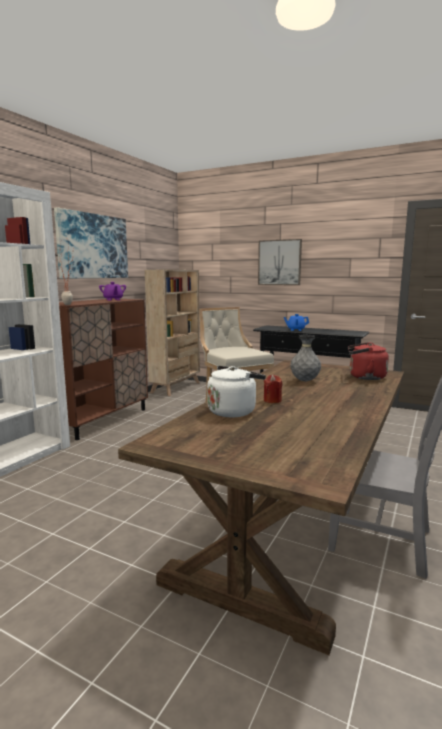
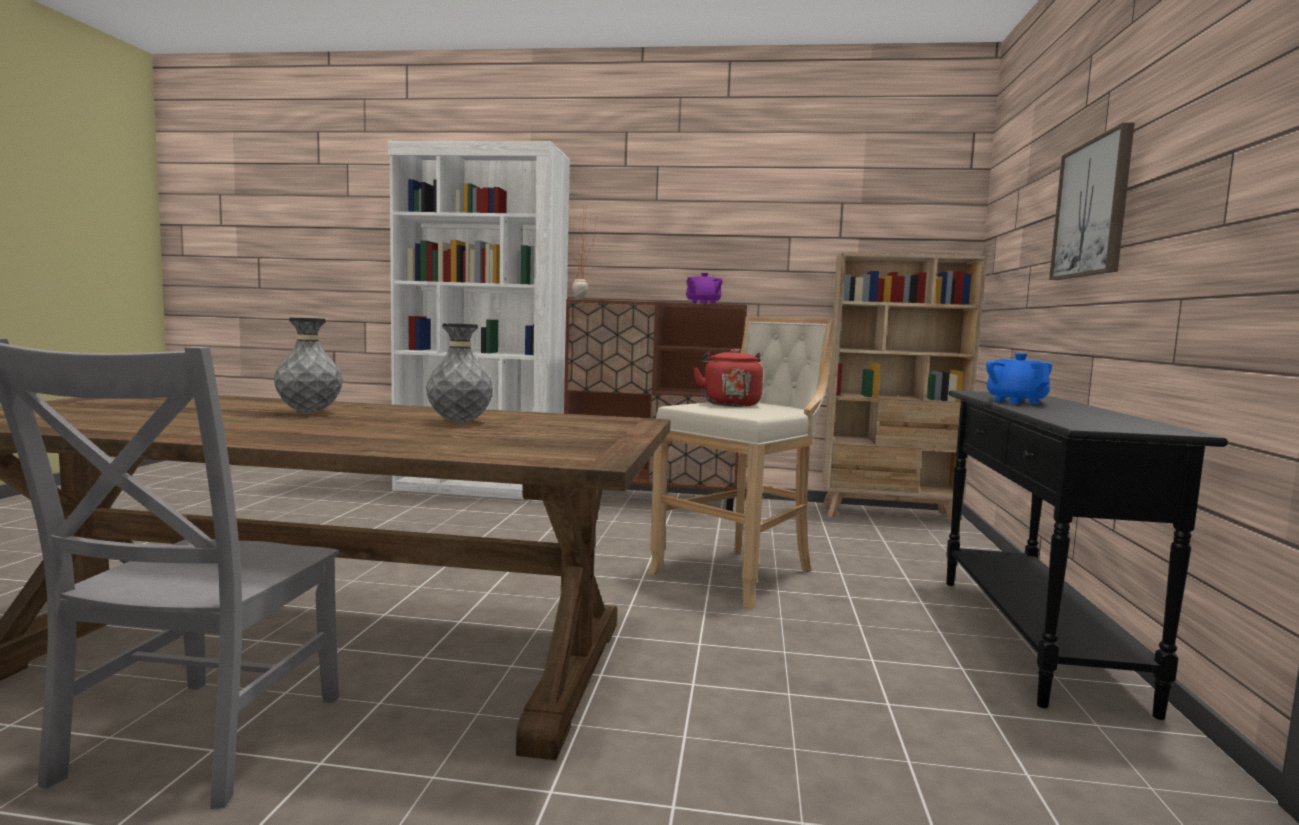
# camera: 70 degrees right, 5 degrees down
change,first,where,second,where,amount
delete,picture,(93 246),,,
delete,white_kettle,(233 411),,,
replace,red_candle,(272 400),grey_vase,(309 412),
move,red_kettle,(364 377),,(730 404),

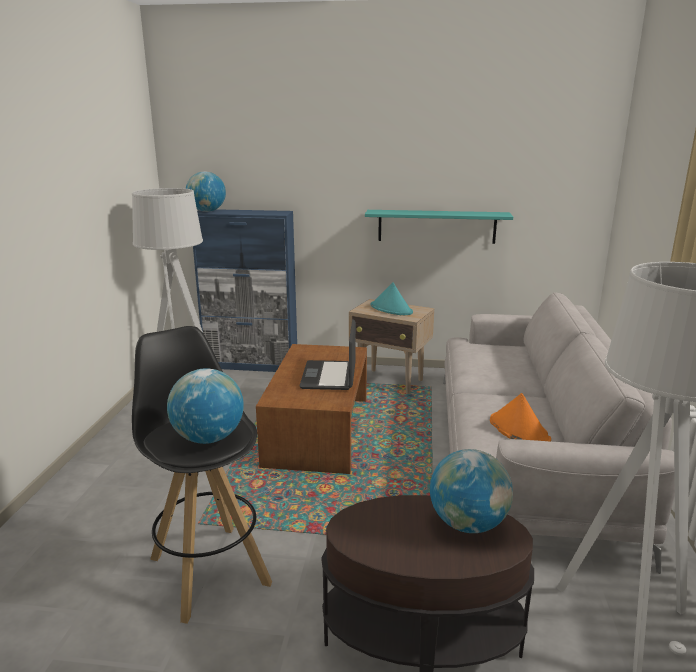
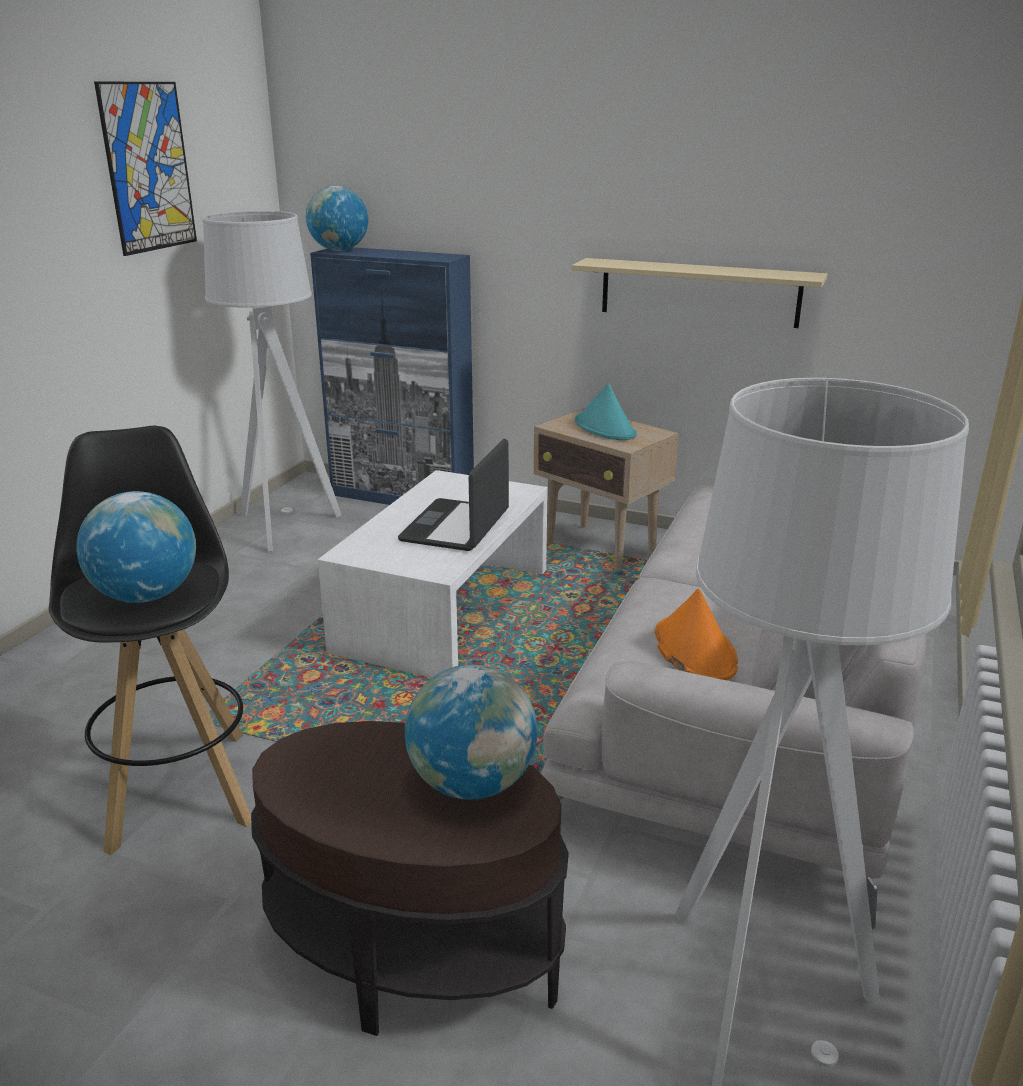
# camera: 15 degrees right, 5 degrees up
change,first,where,second,where,amount
recolor,brown_coffee_table,(319 430),white_coffee_table,(446 610),
recolor,turquoise_shelf,(436 226),beige_shelf,(699 292),
insert,,,picture,(148 167),

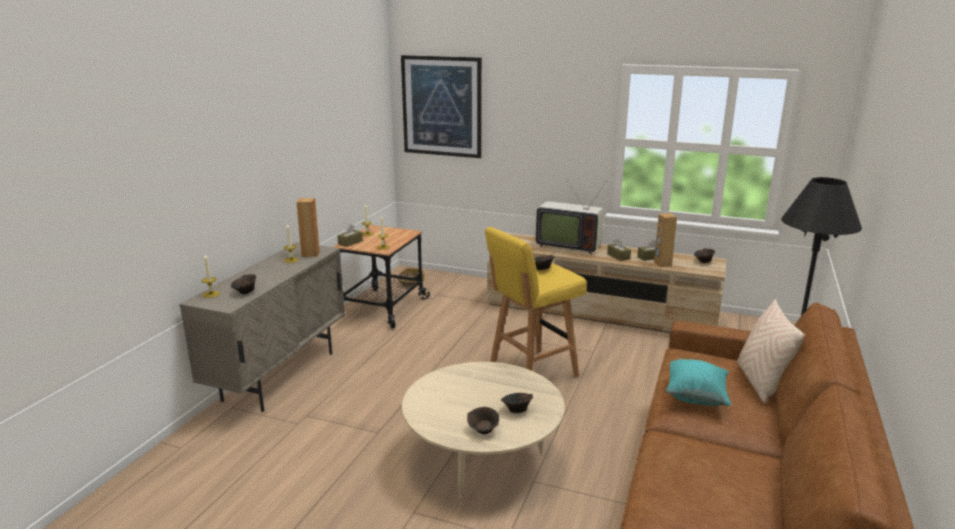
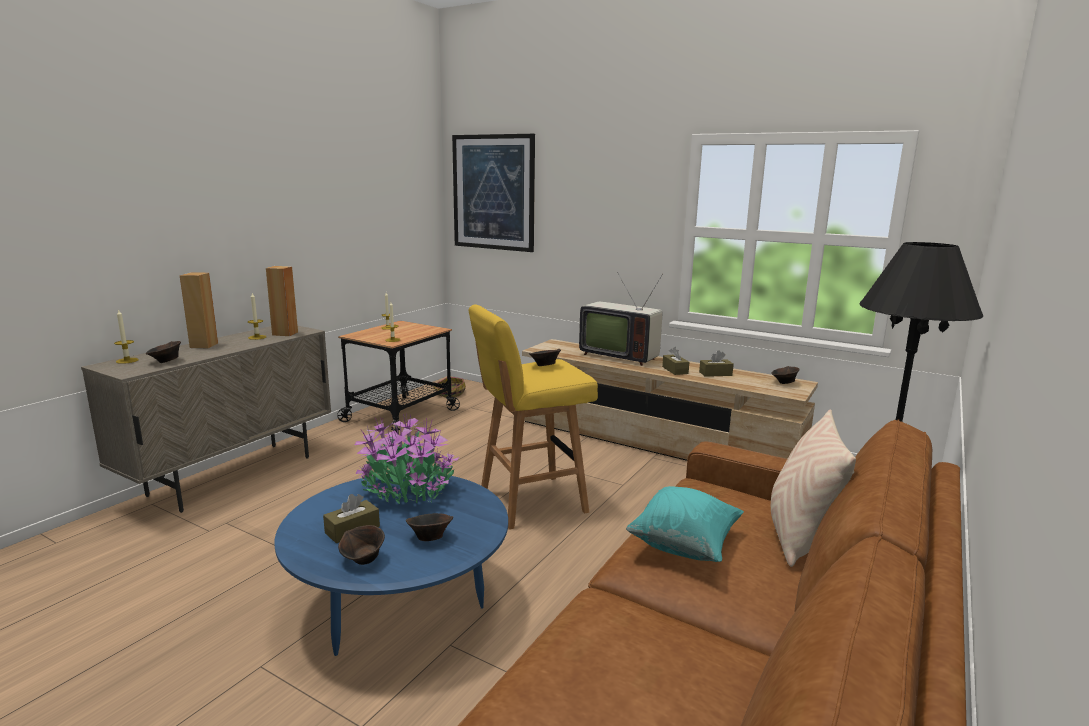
# camera: 10 degrees right, 5 degrees down
change,first,where,second,where,amount
move,brown_tissue_box,(350 242),,(352 530),
recolor,beige_coffee_table,(483 460),blue_coffee_table,(400 605),
move,brown_speaker,(662 264),,(203 345),
insert,,,potted_plant,(407 490),

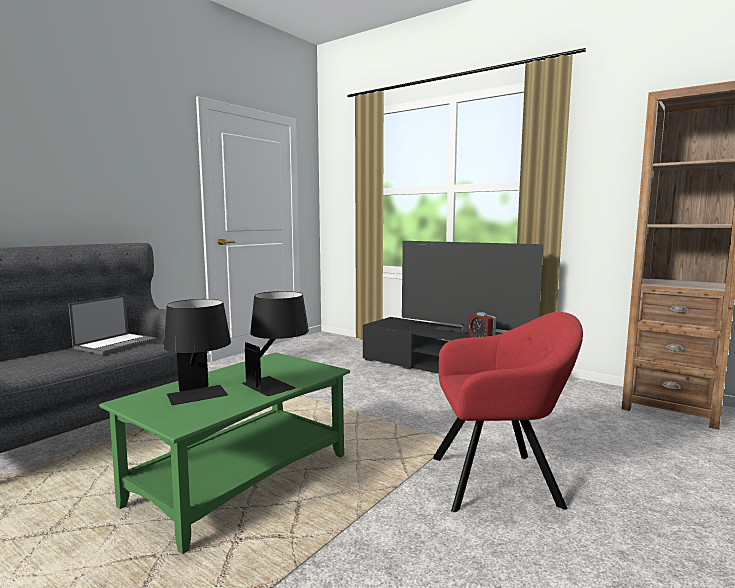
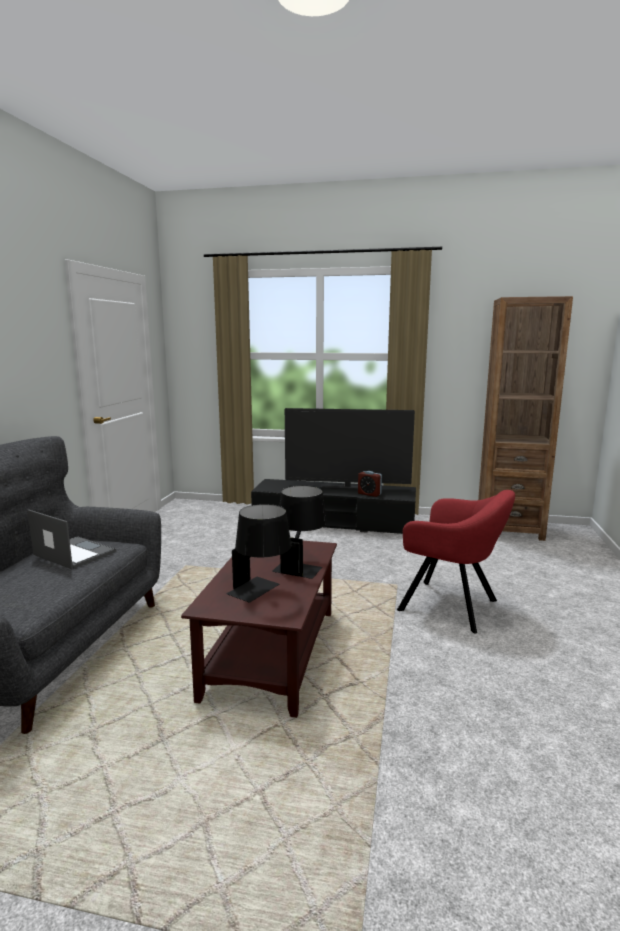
# camera: 25 degrees left, 5 degrees up
change,first,where,second,where,amount
rotate,laptop,(117 344),,(73 553),60 degrees counterclockwise
recolor,green_coffee_table,(242 479),brown_coffee_table,(271 652),
rotate,red_armchair,(500 480),,(452 606),60 degrees clockwise

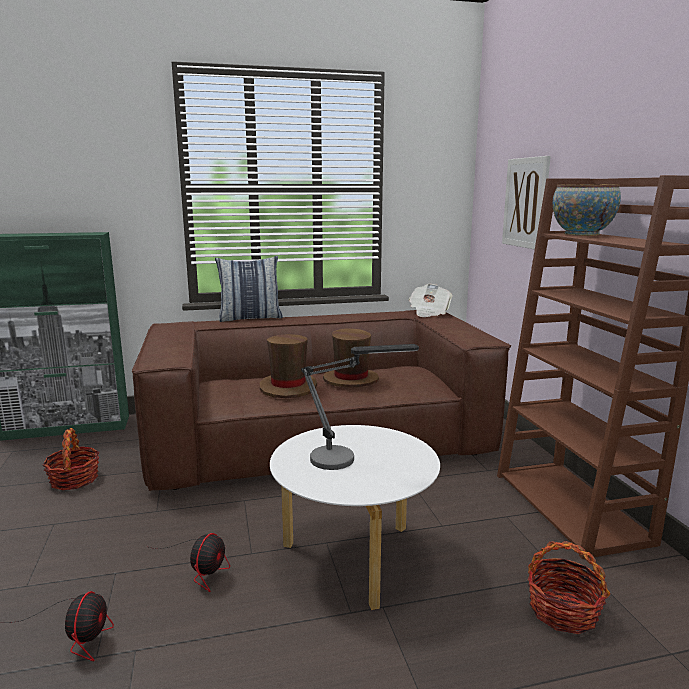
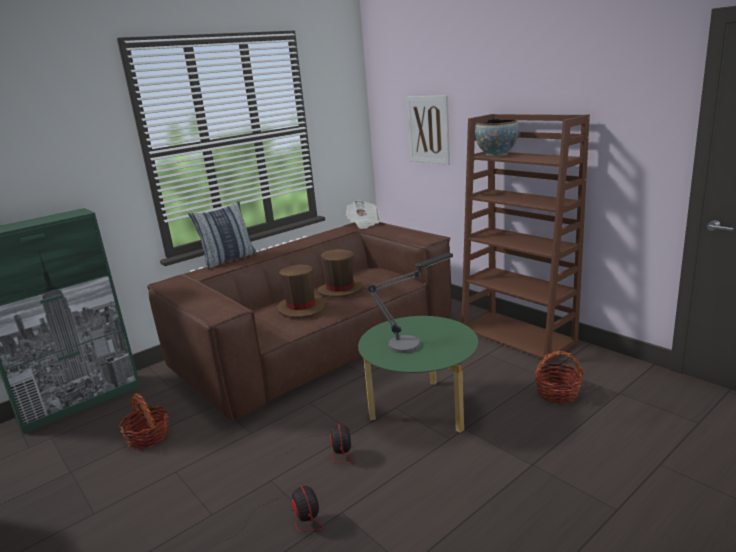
# camera: 25 degrees left, 5 degrees up
change,first,where,second,where,amount
recolor,white_coffee_table,(354 557),green_coffee_table,(421 409),

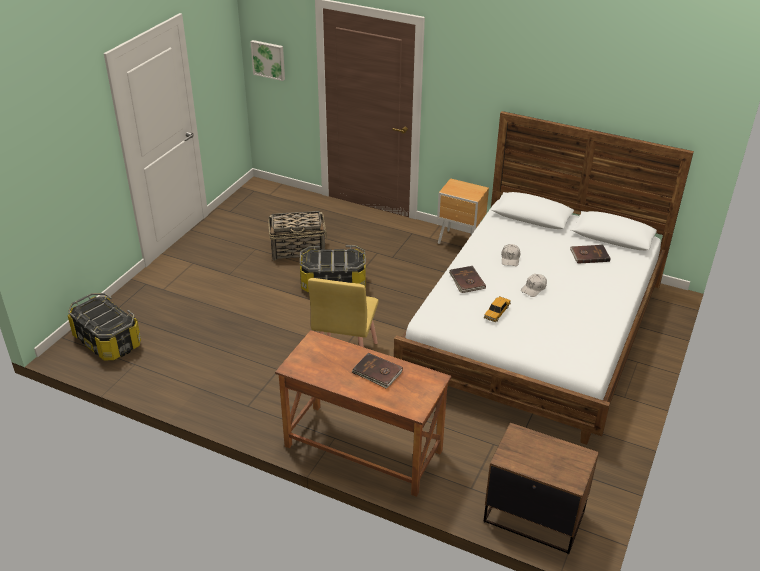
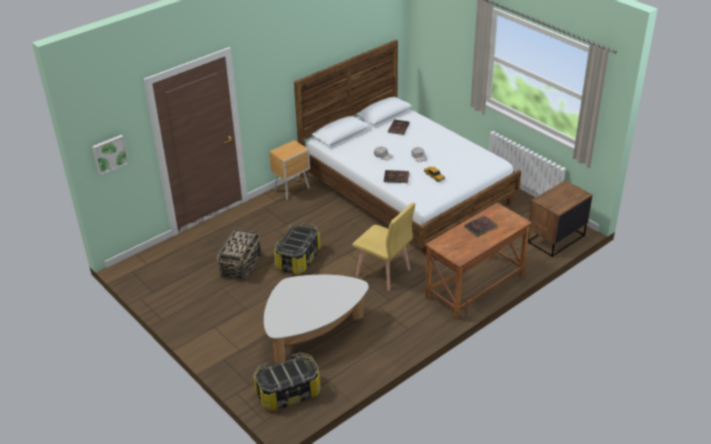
# camera: 65 degrees left, 0 degrees up
change,first,where,second,where,amount
insert,,,white_coffee_table,(313 332),

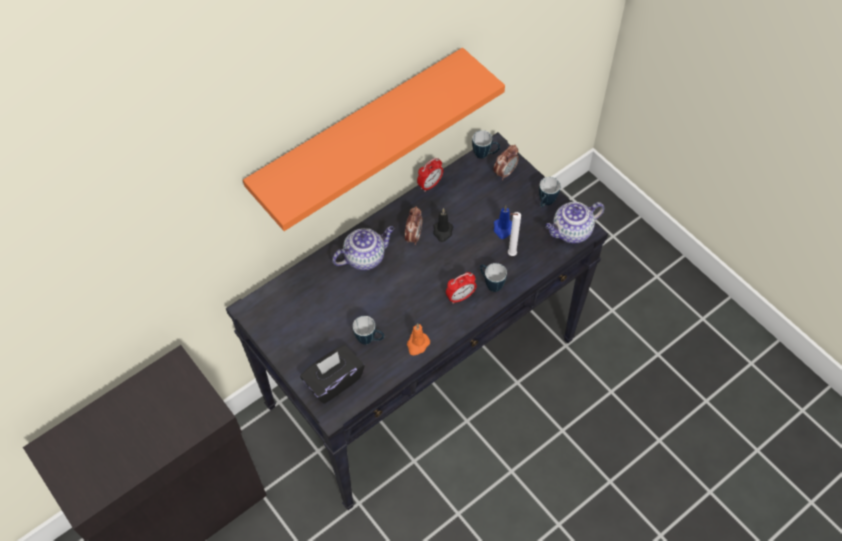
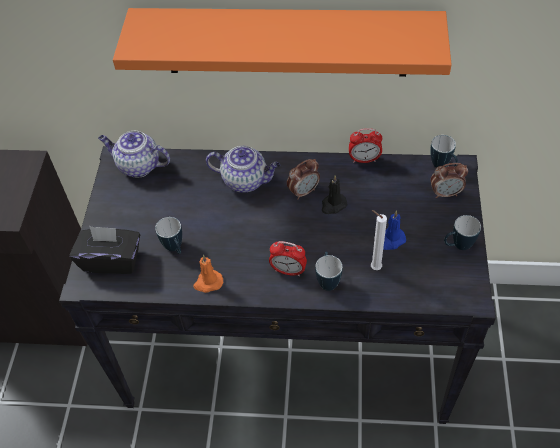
# camera: 45 degrees right, 5 degrees down
change,first,where,second,where,amount
move,teapot,(571 232),,(138 166),

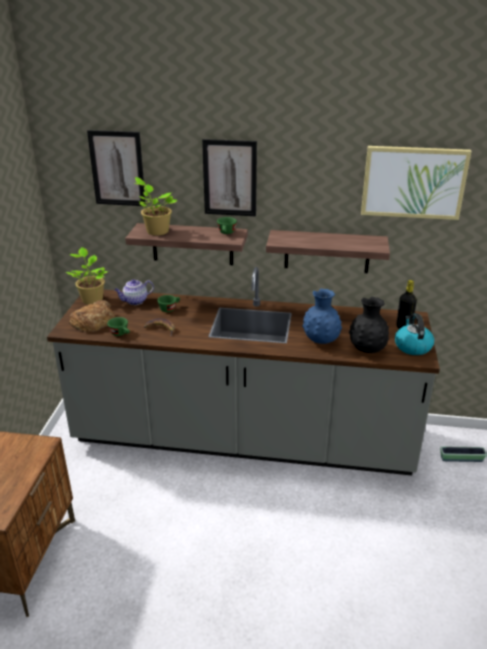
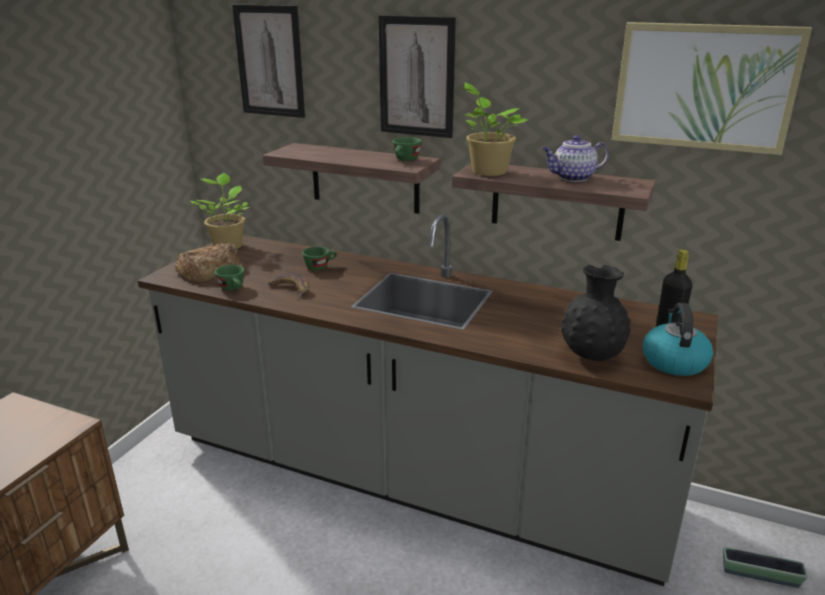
# camera: 15 degrees right, 5 degrees down
change,first,where,second,where,amount
move,teapot,(135 301),,(572 178),
move,potted_plant,(156 231),,(487 171),
delete,blue_vase,(321 341),,,

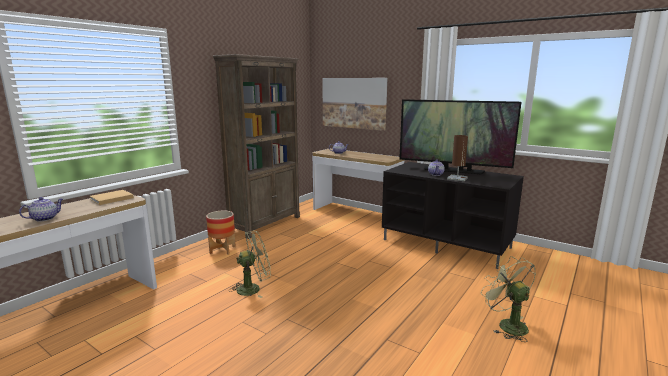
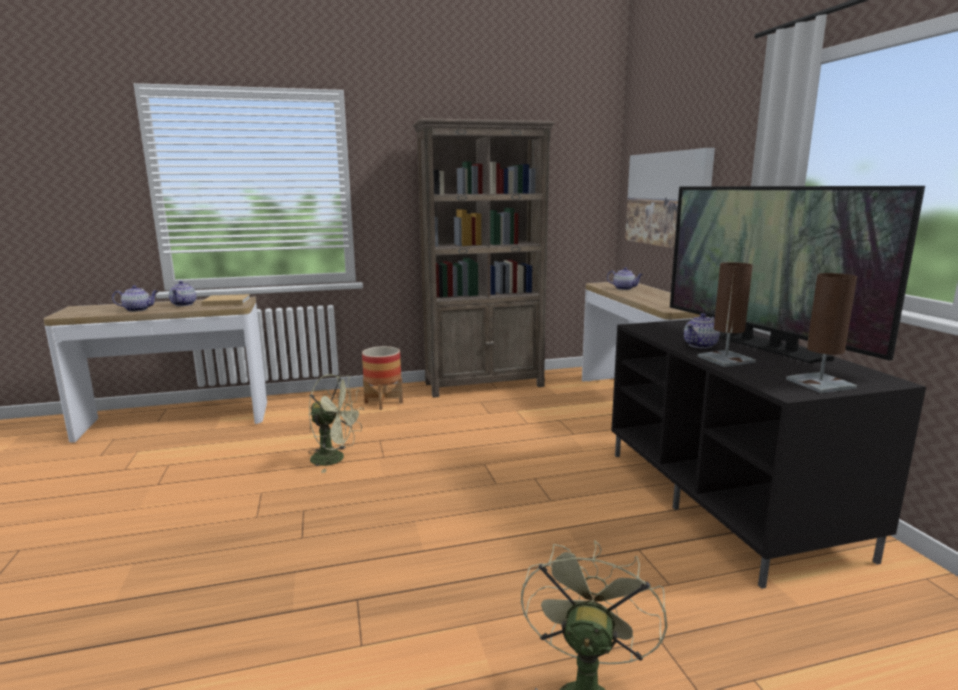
# camera: 40 degrees right, 0 degrees up
change,first,where,second,where,amount
insert,,,teapot,(184 304),
insert,,,brown_table_lamp,(820 383),

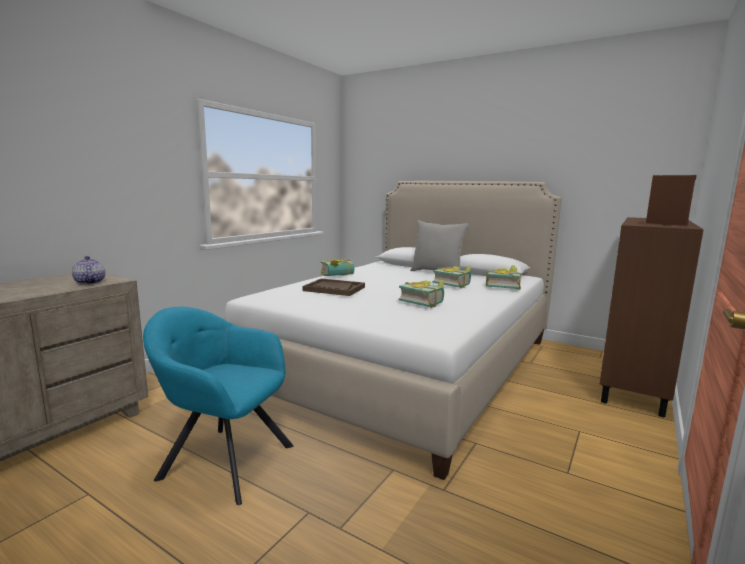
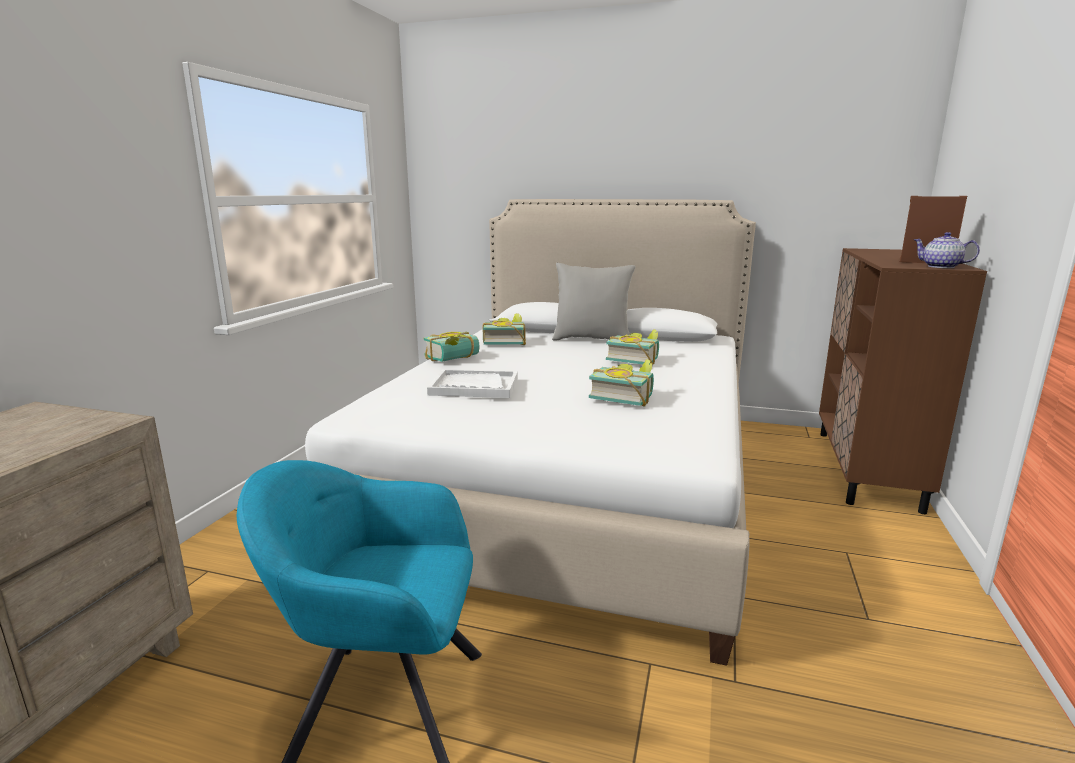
# camera: 15 degrees left, 5 degrees up
change,first,where,second,where,amount
move,teapot,(89 282),,(941 267),
recolor,brown_tray,(334 289),white_tray,(474 386),
move,book,(502 286),,(504 342),

